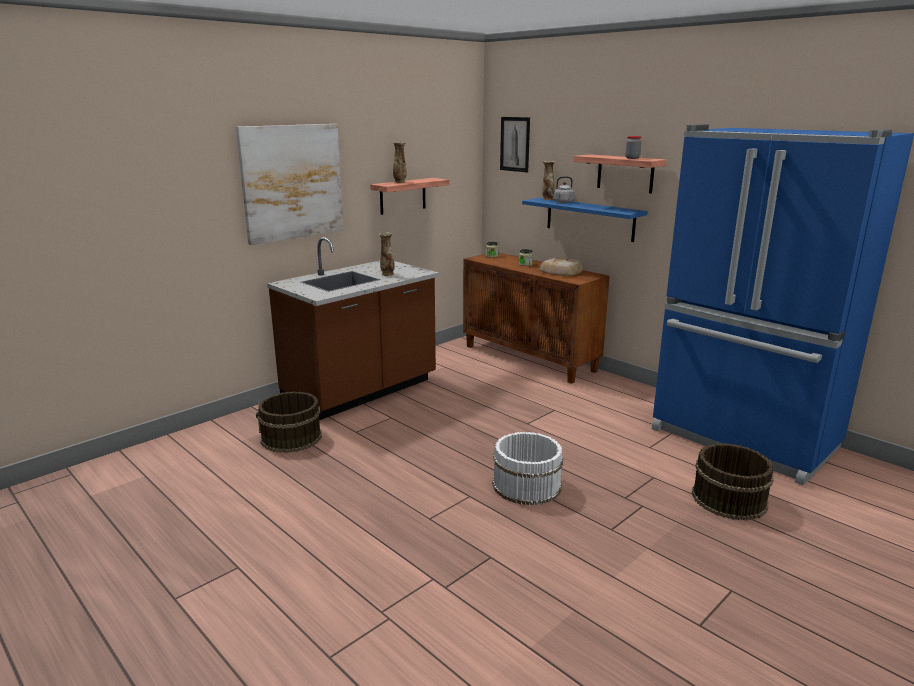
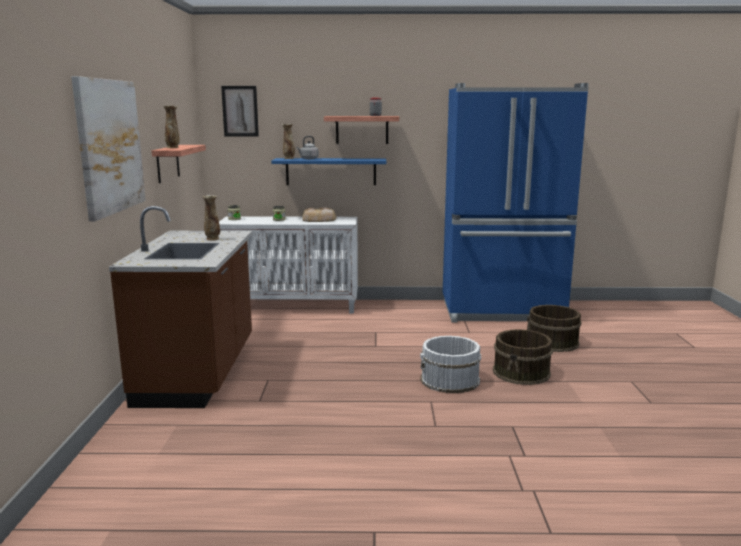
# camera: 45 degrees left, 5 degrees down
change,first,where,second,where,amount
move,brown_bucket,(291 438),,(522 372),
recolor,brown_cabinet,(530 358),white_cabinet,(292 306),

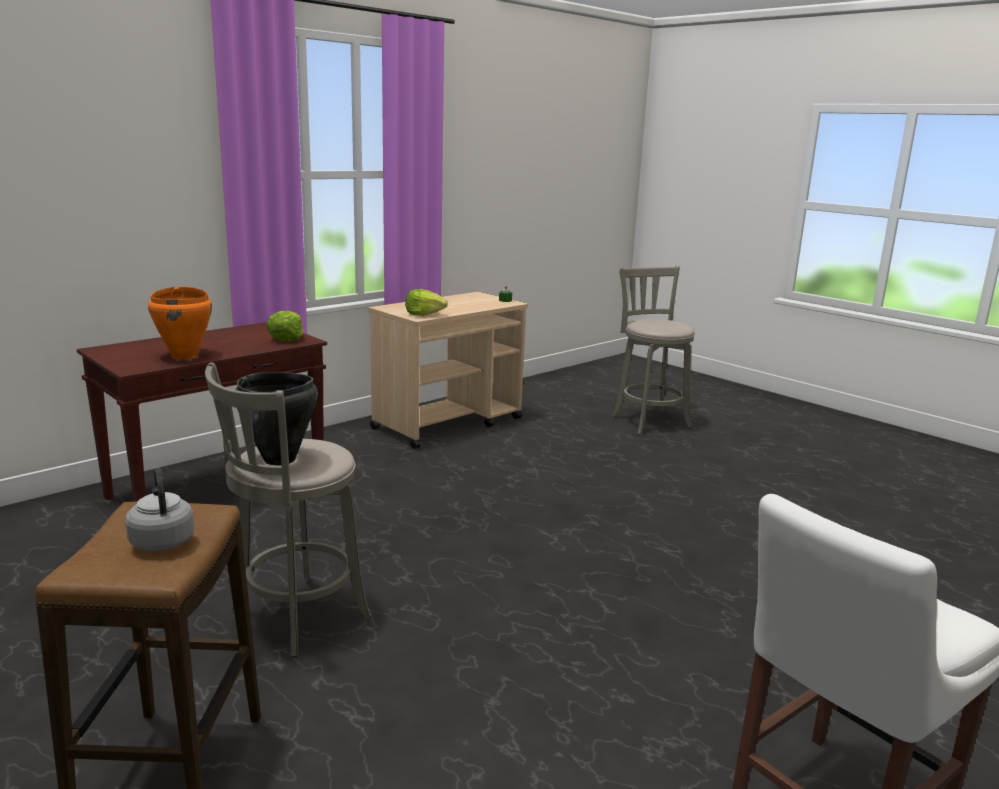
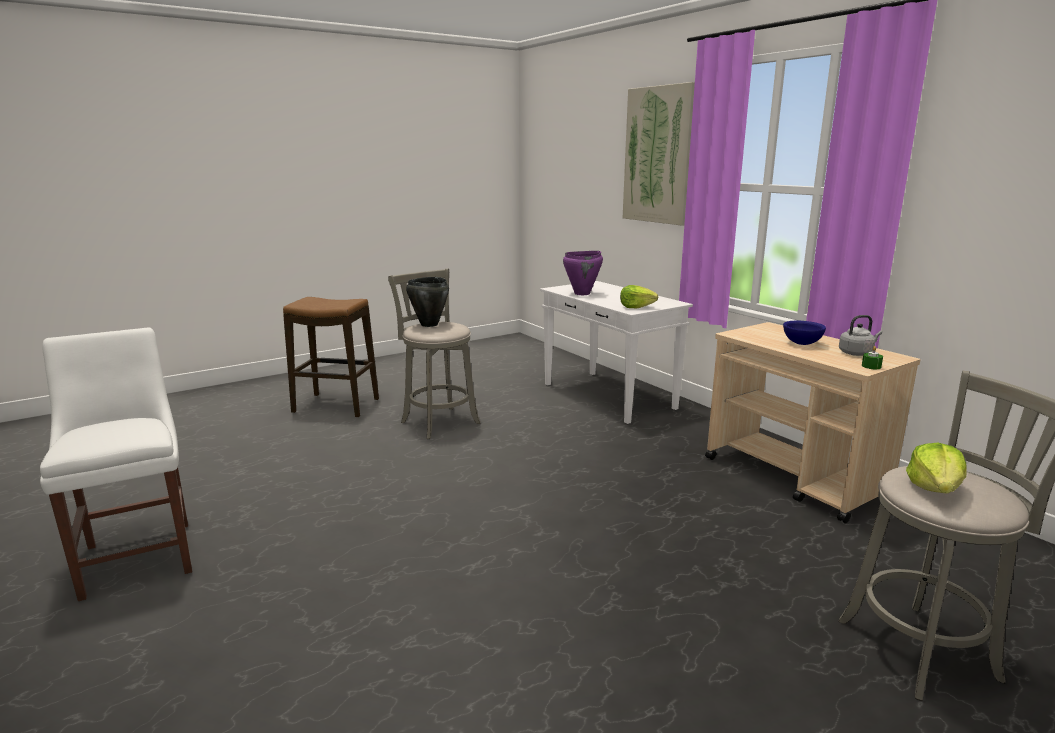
# camera: 100 degrees right, 0 degrees up
change,first,where,second,where,amount
recolor,brown_console_table,(219 488),white_console_table,(609 397),
move,grey_kettle,(162 540),,(857 353),
recolor,orange_cooking_pot,(185 356),purple_cooking_pot,(582 293),
move,lettuce,(424 314),,(935 489),
insert,,,picture,(658 155),
insert,,,blue_bowl,(801 343),

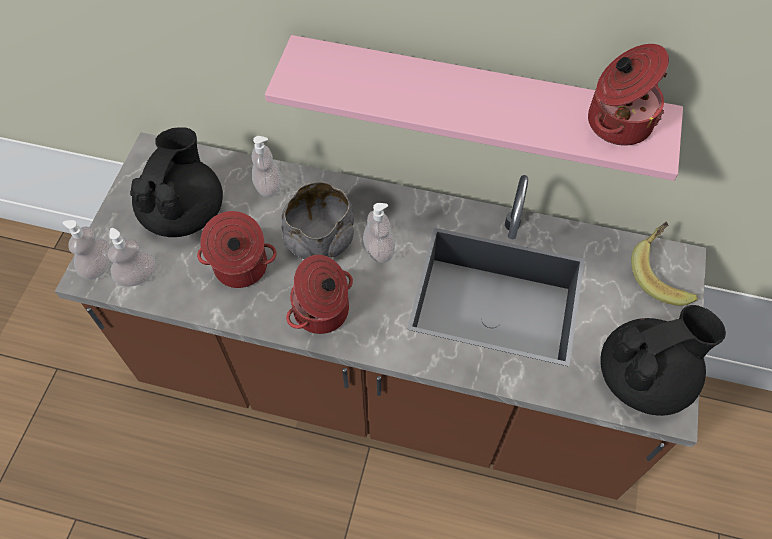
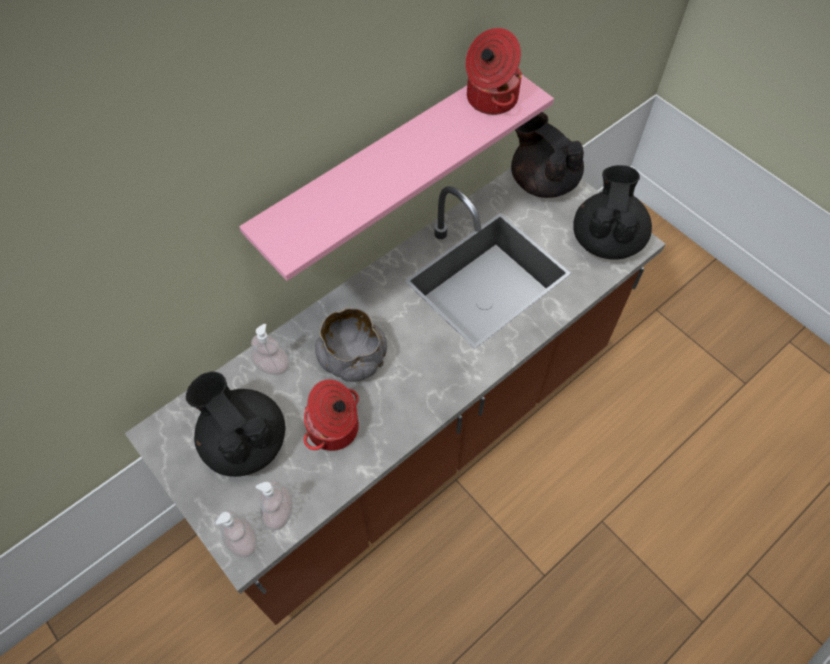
# camera: 55 degrees left, 0 degrees up
change,first,where,second,where,amount
delete,cooking_pot,(322 311),,,
delete,soap_dispenser,(379 250),,,
replace,banana,(662 274),black_teapot,(542 181),

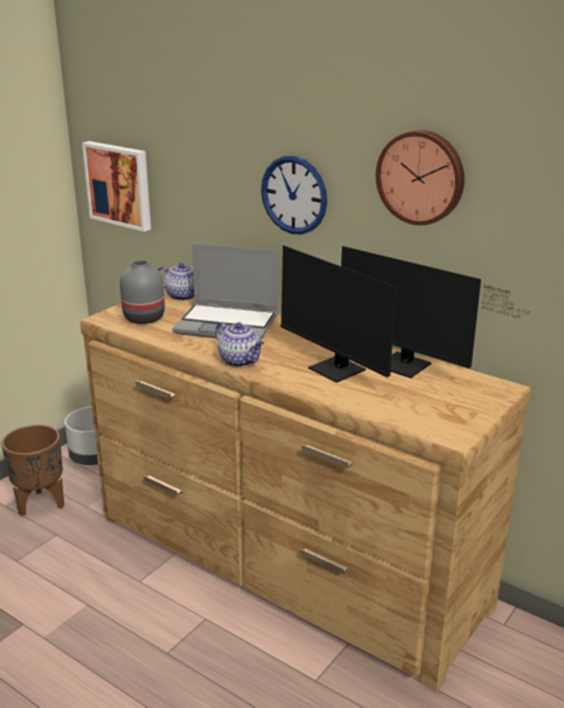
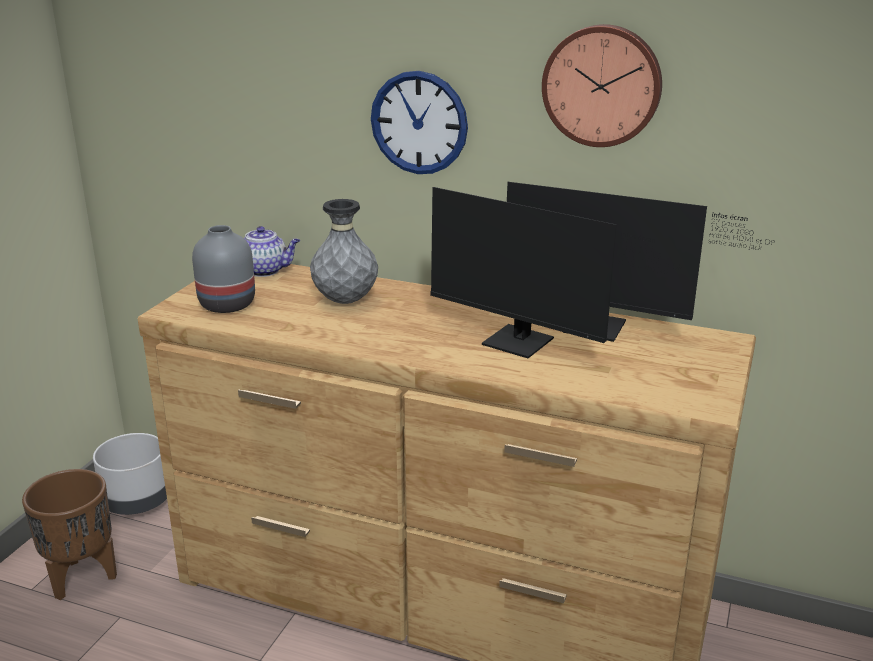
# camera: 15 degrees left, 0 degrees up
change,first,where,second,where,amount
delete,picture,(120 185),,,
replace,laptop,(228 324),grey_vase,(345 301),
delete,teapot,(240 361),,,

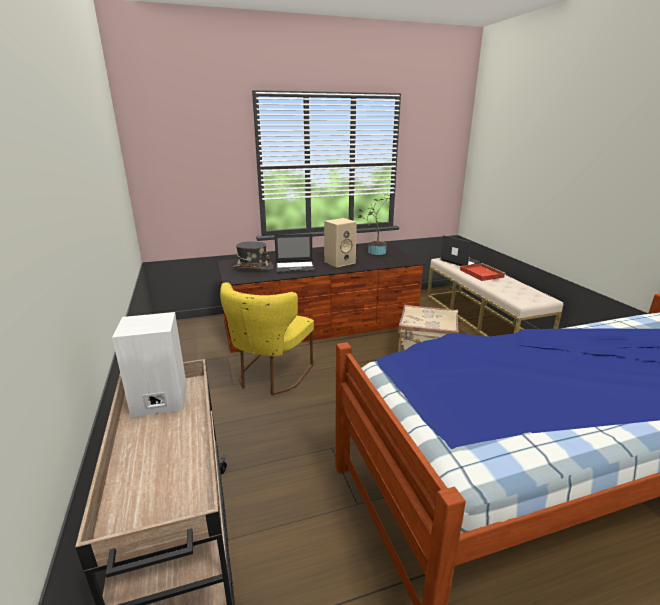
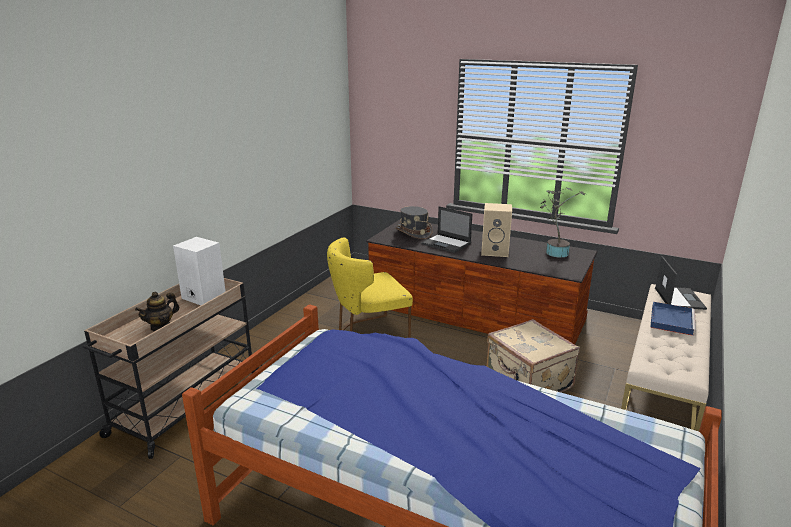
# camera: 45 degrees right, 0 degrees up
change,first,where,second,where,amount
recolor,red_tray,(480 273),blue_tray,(671 320),
insert,,,teapot,(161 327),

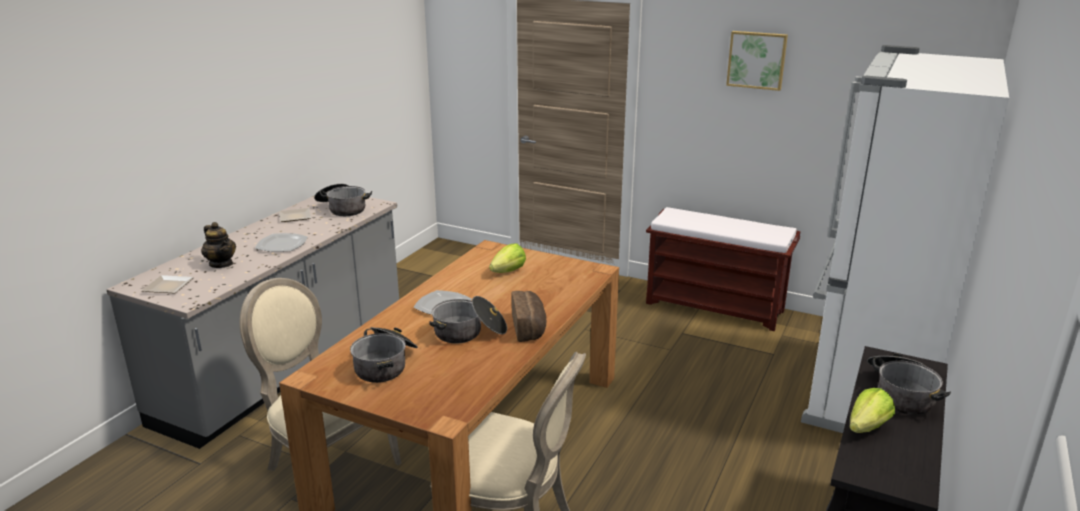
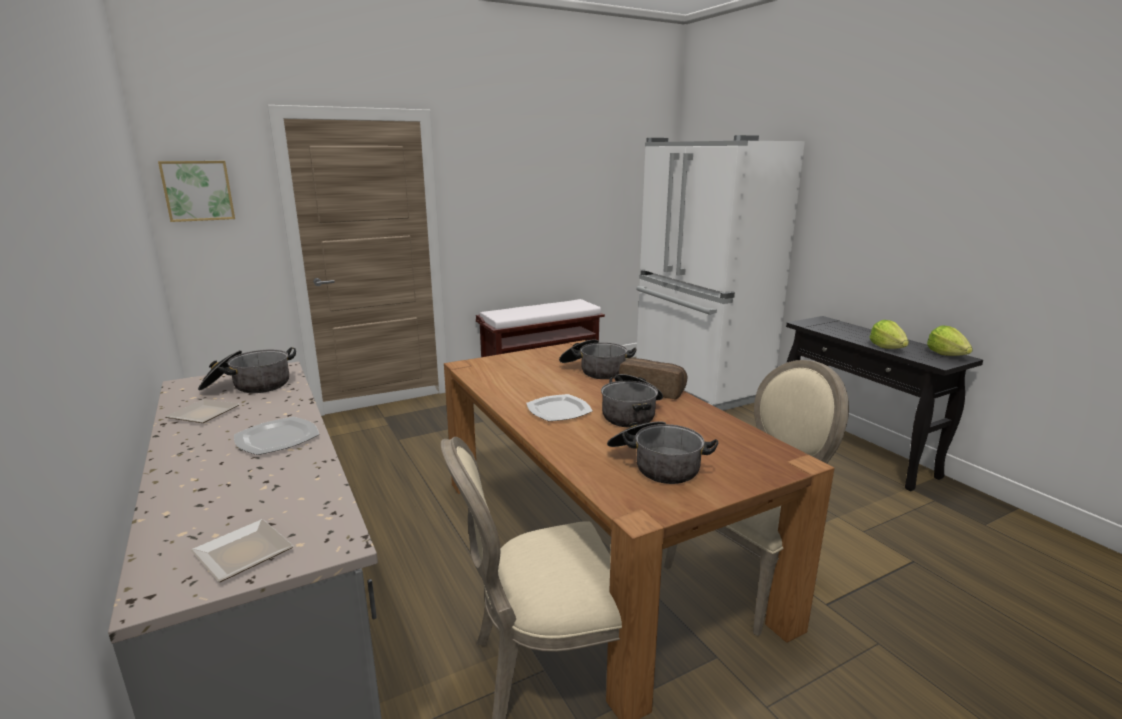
# camera: 55 degrees left, 5 degrees down
change,first,where,second,where,amount
delete,teapot,(221 264),,,
move,lettuce,(508 271),,(946 354),
move,picture,(757 60),,(198 190),
move,cooking_pot,(900 394),,(594 370),

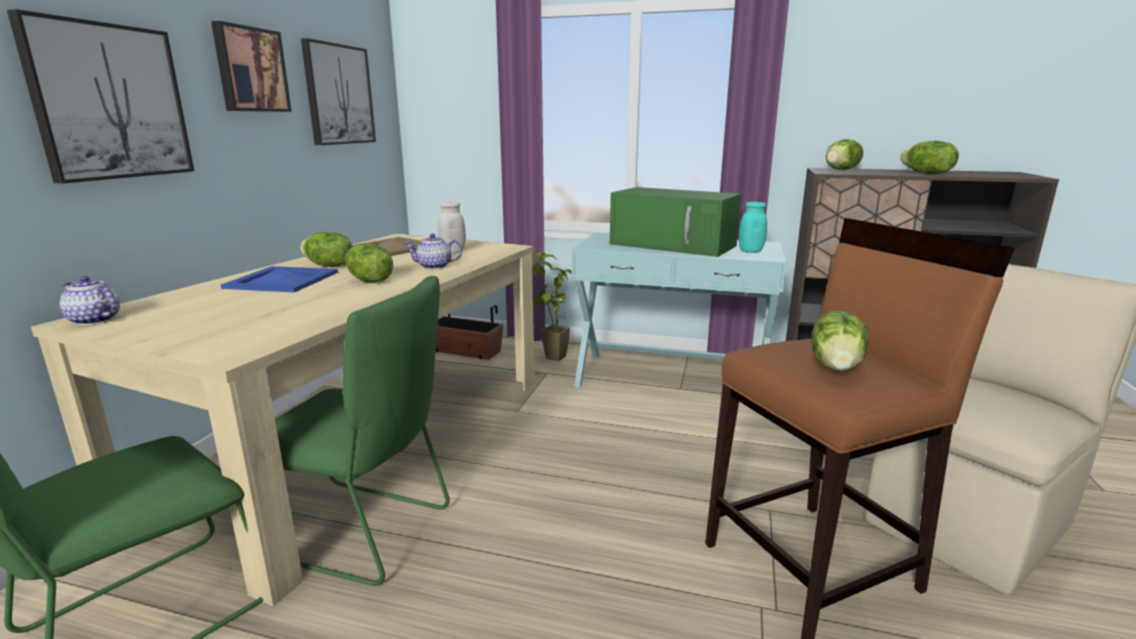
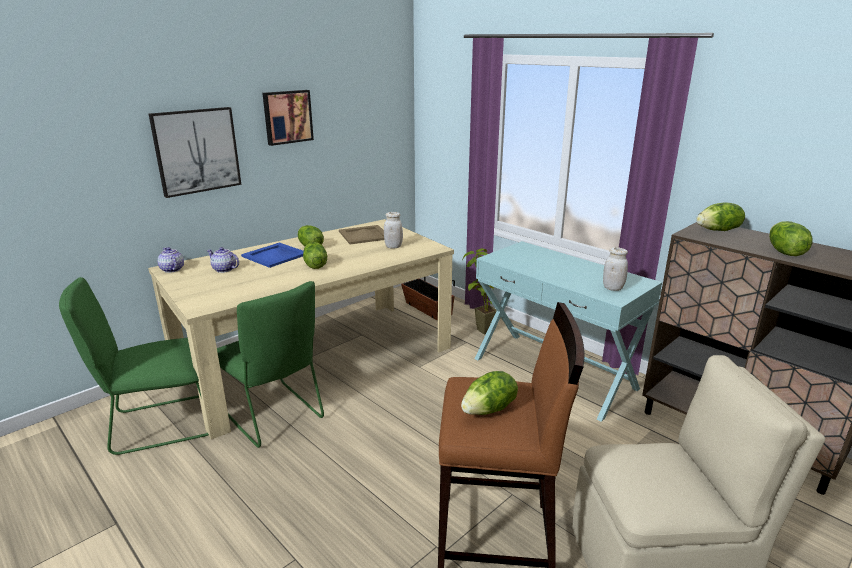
# camera: 30 degrees right, 5 degrees up
change,first,where,second,where,amount
delete,picture,(338 95),,,
move,teapot,(435 266),,(224 269),
delete,green_microwave,(674 245),,,
recolor,turquoise_jar,(750 251),white_jar,(613 288),

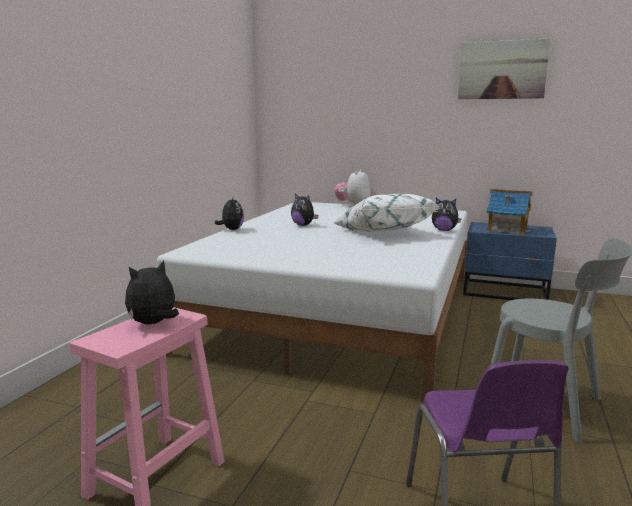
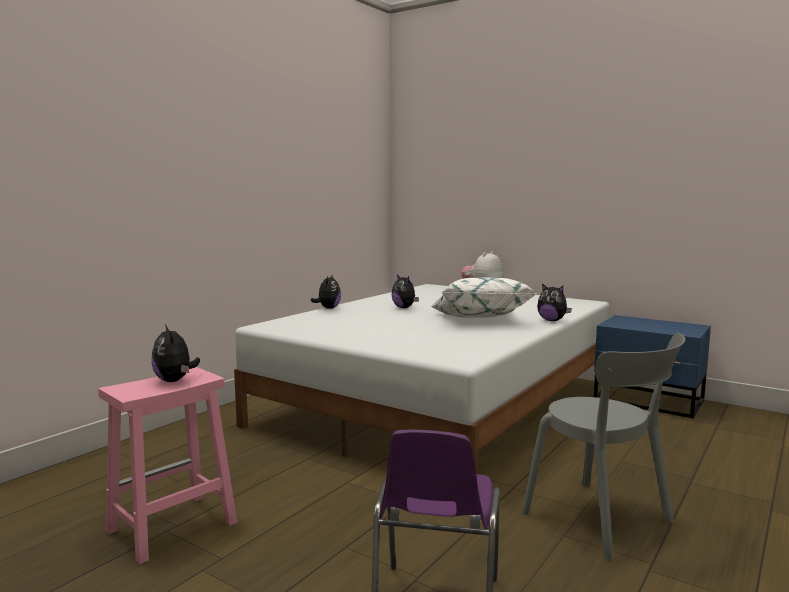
# camera: 15 degrees right, 5 degrees down
change,first,where,second,where,amount
rotate,plush_toy,(153 323),,(175 380),90 degrees counterclockwise
delete,picture,(502 70),,,
delete,toy_house,(507 230),,,

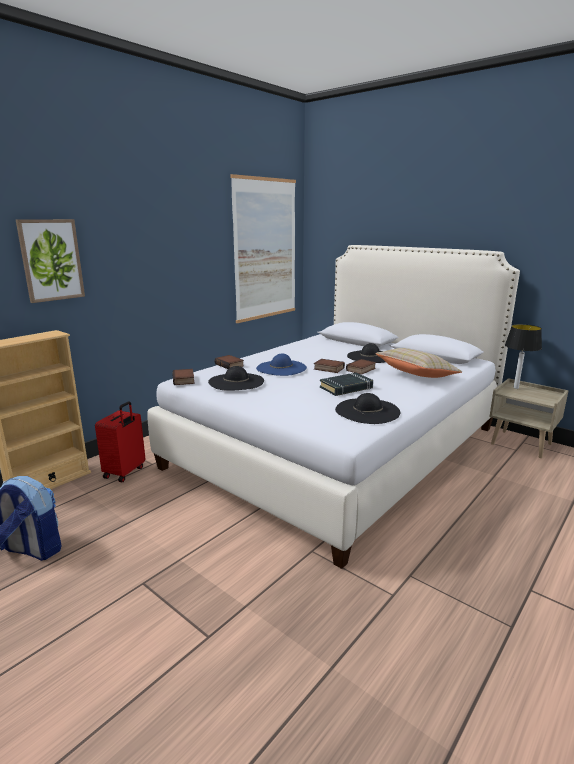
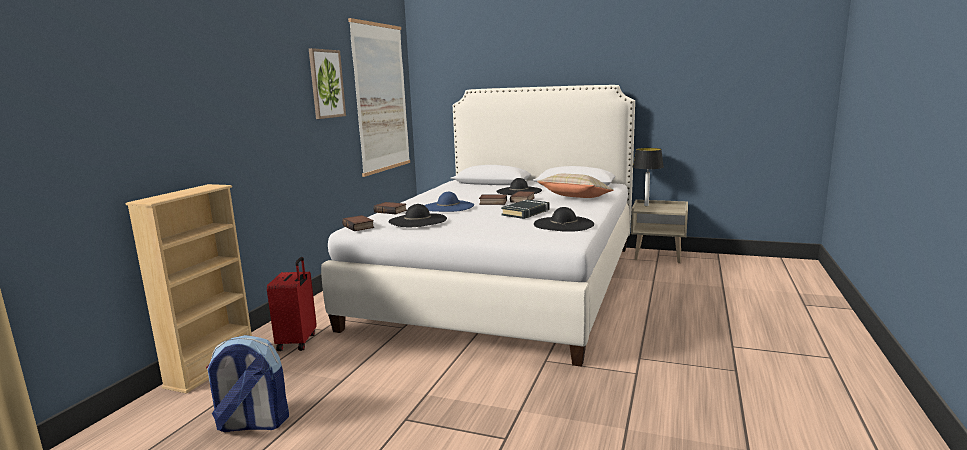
# camera: 20 degrees left, 5 degrees down
change,first,where,second,where,amount
move,picture,(51 260),,(326 84),

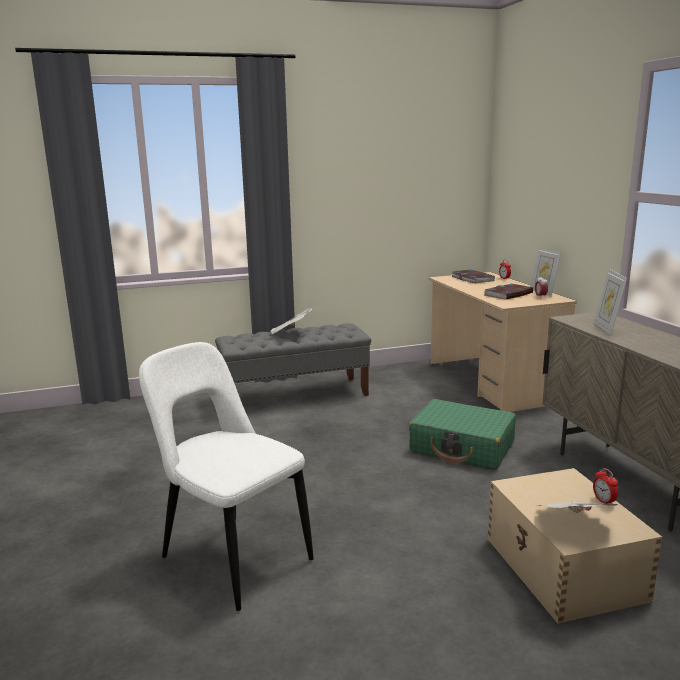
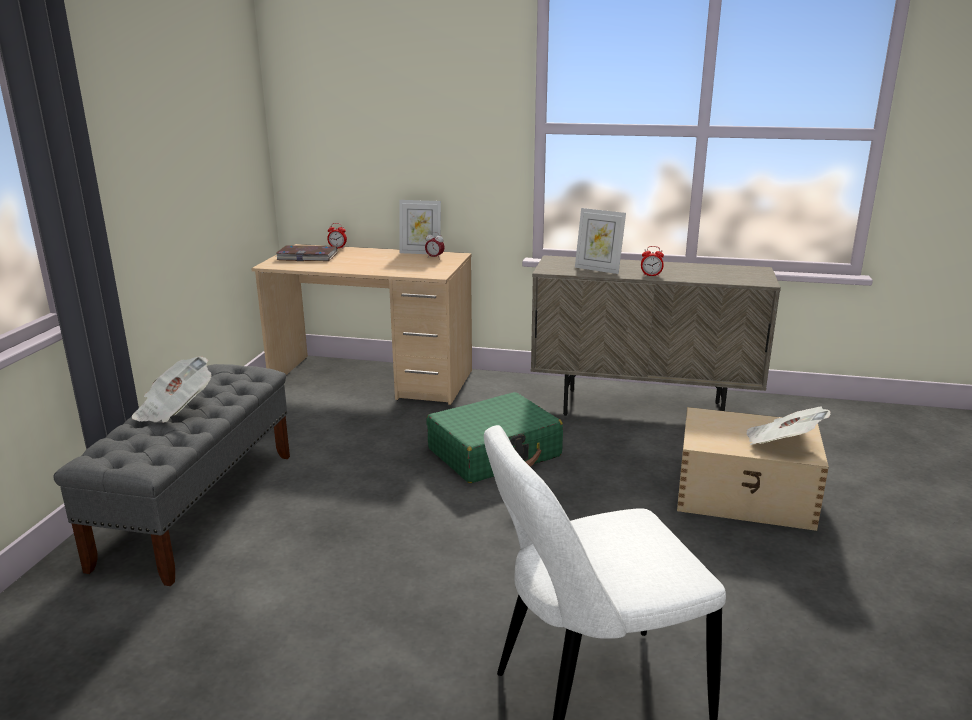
# camera: 60 degrees left, 5 degrees up
change,first,where,second,where,amount
delete,book,(508 294),,,
move,alarm_clock,(603 501),,(651 275),

